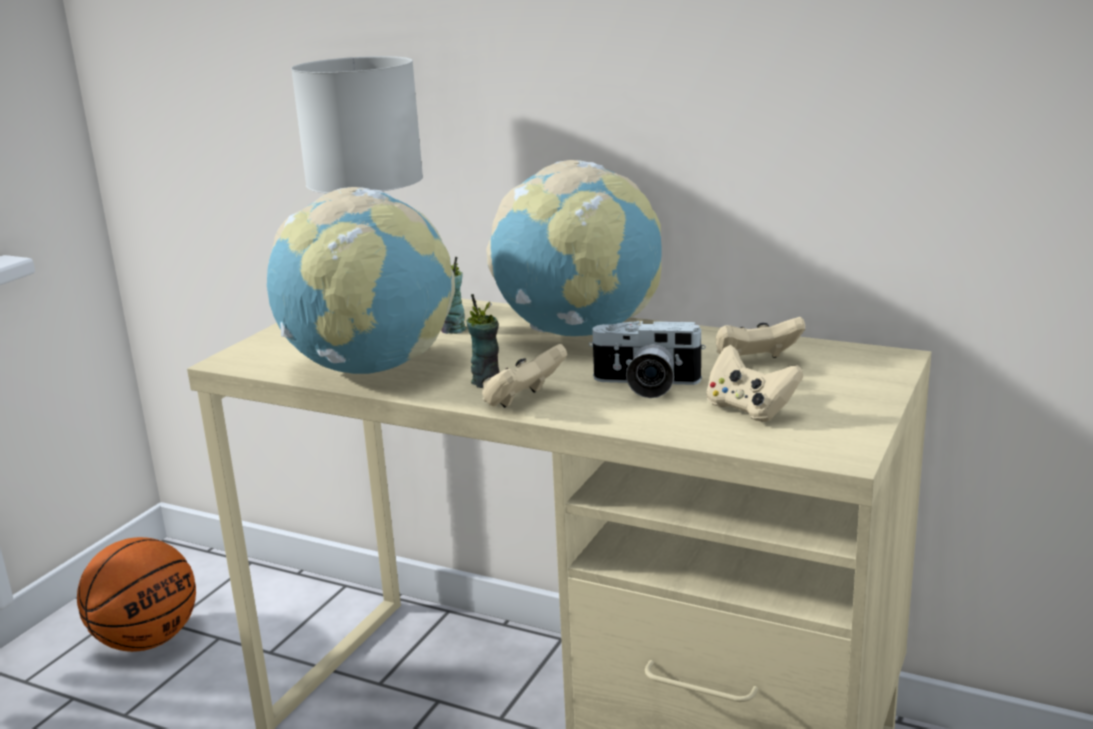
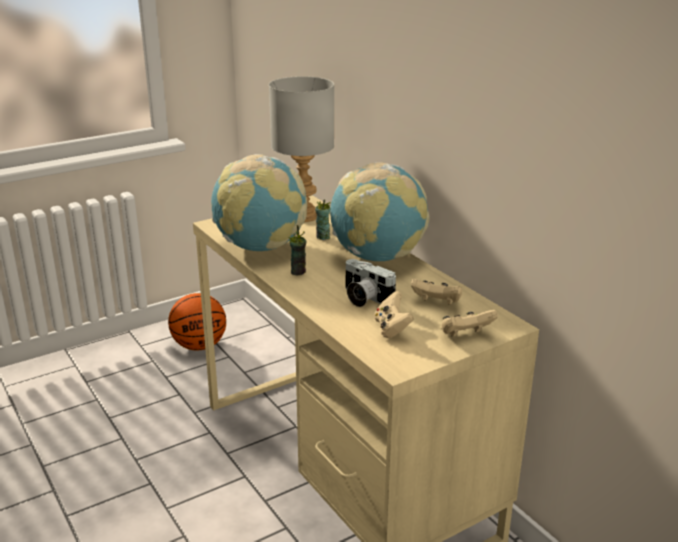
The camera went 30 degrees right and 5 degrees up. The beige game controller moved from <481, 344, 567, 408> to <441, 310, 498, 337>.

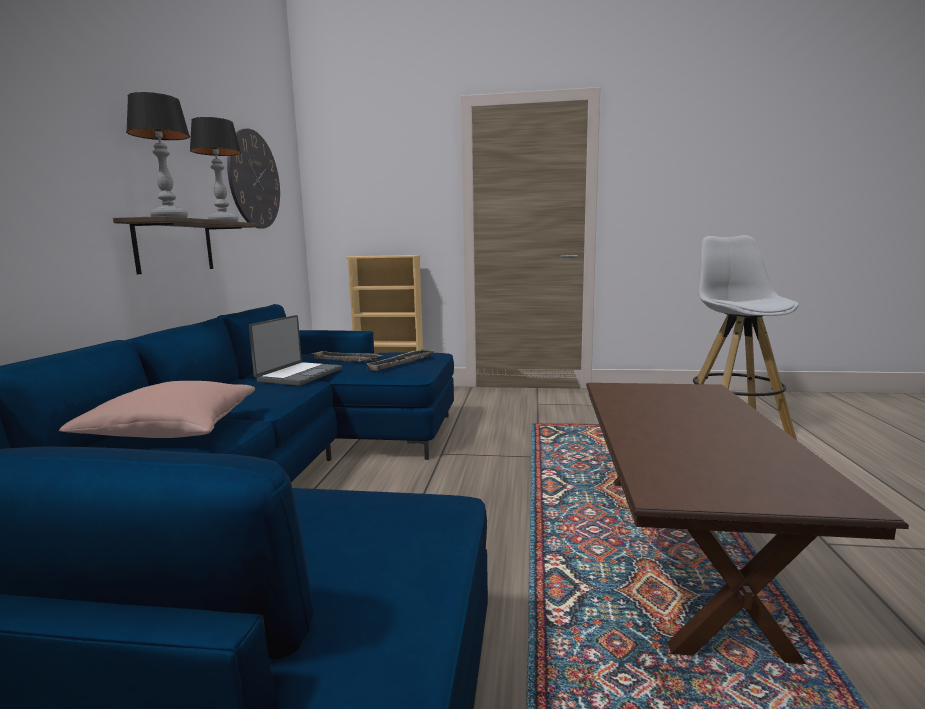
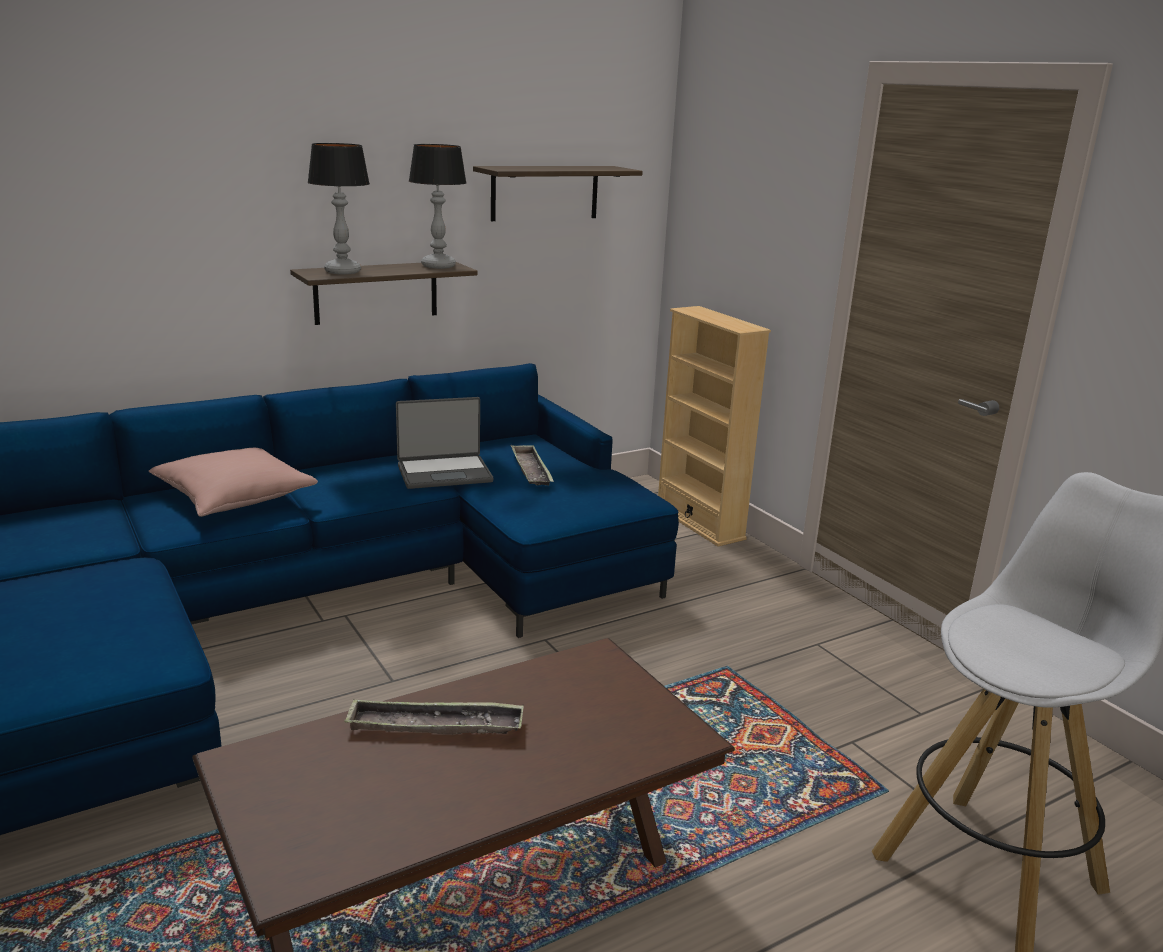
The camera went 50 degrees right and 10 degrees up. The wall clock at <227, 129, 280, 229> was replaced by the shelf at <473, 166, 643, 221>. The tray moved from <367, 350, 433, 371> to <344, 699, 524, 735>.

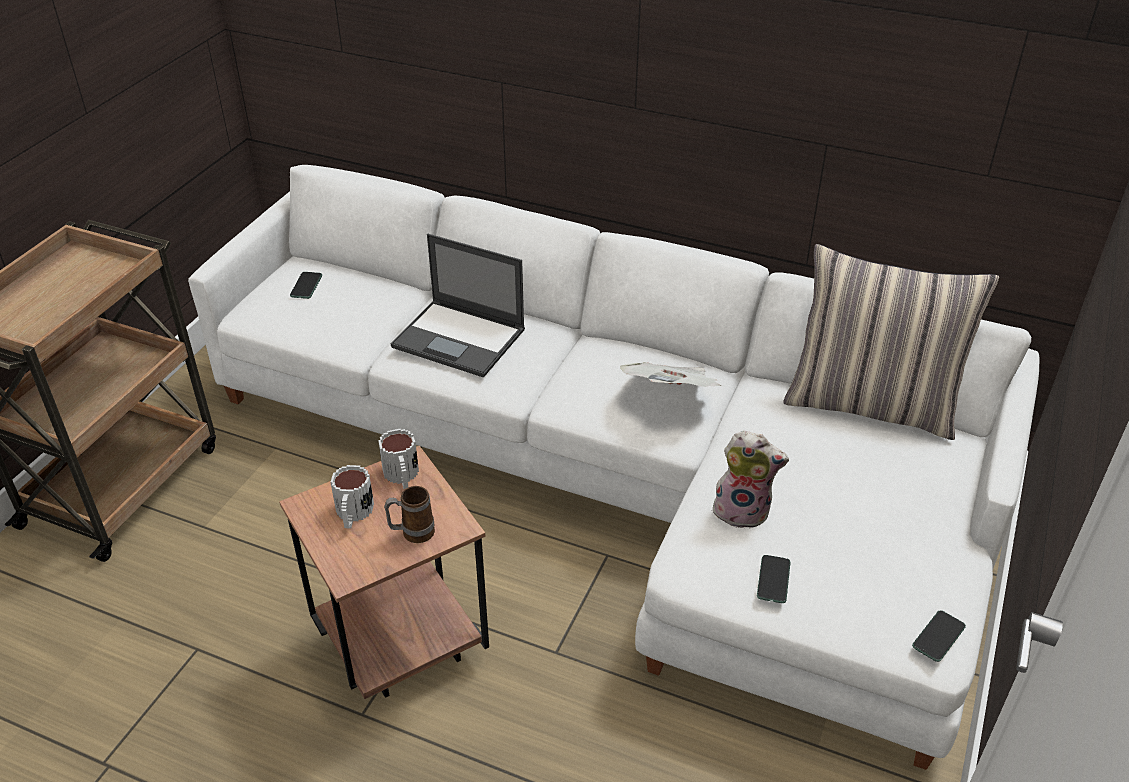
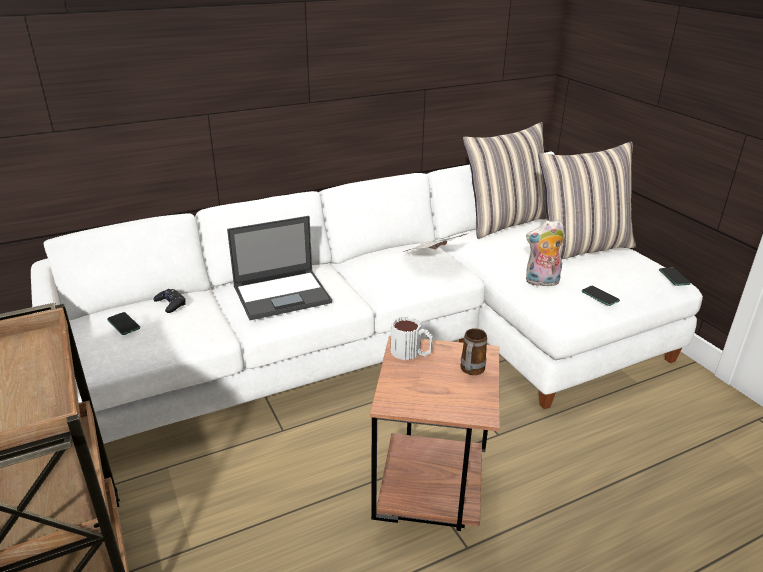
The camera went 50 degrees left and 10 degrees down. The mug at <330, 465, 374, 528> disappeared. The plush toy at <713, 430, 789, 529> turned 150 degrees counterclockwise. The black game controller at <153, 289, 186, 313> appeared. The pillow at <539, 142, 636, 259> appeared.

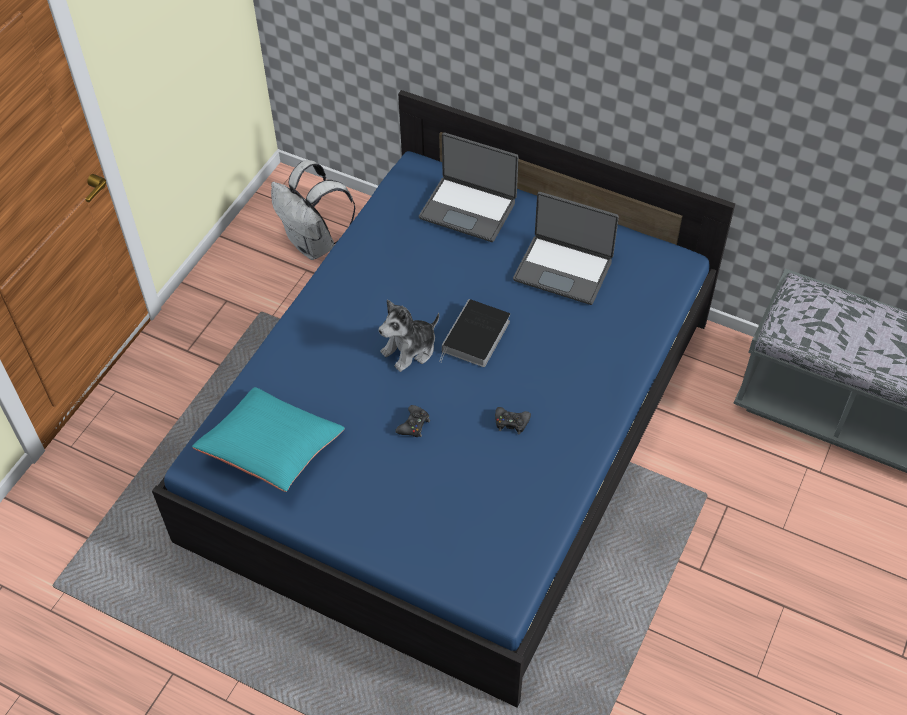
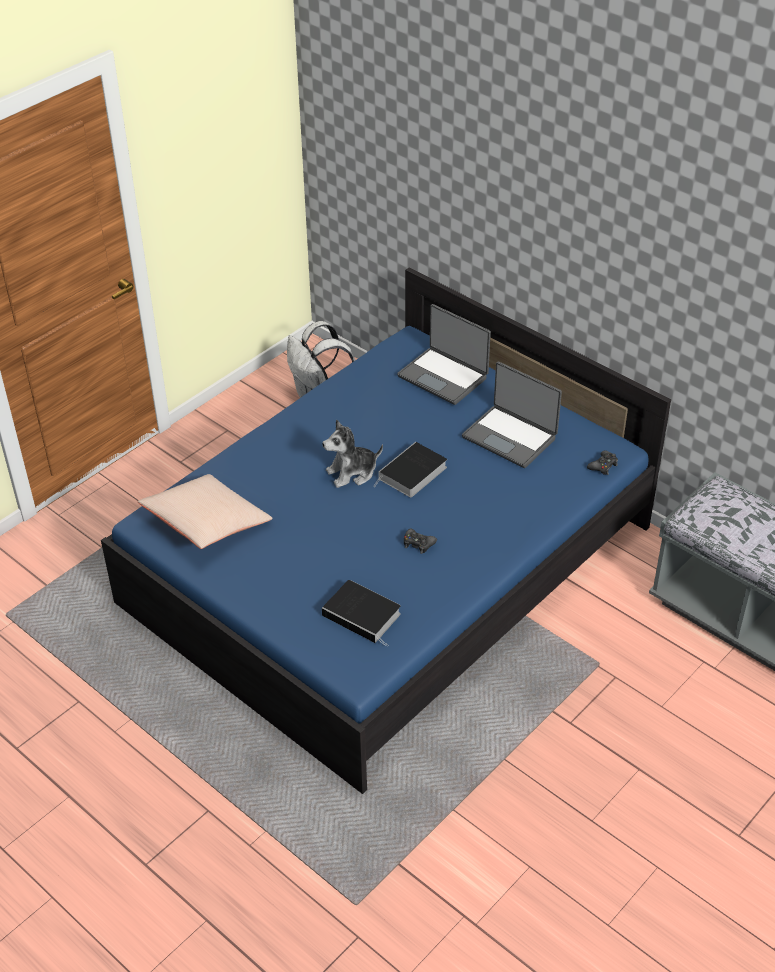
The camera went 15 degrees right and 10 degrees down. The turquoise pillow at <192, 387, 345, 492> became the beige pillow at <138, 474, 272, 549>. The black game controller moved from <395, 405, 430, 437> to <587, 450, 618, 475>. The book at <322, 580, 401, 647> appeared.

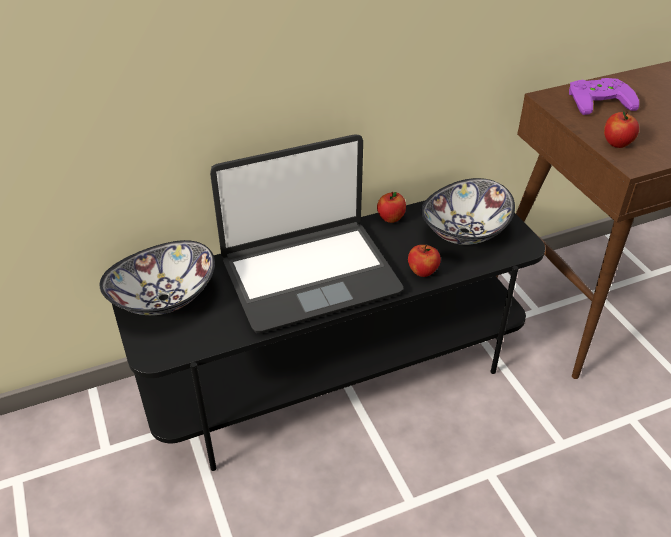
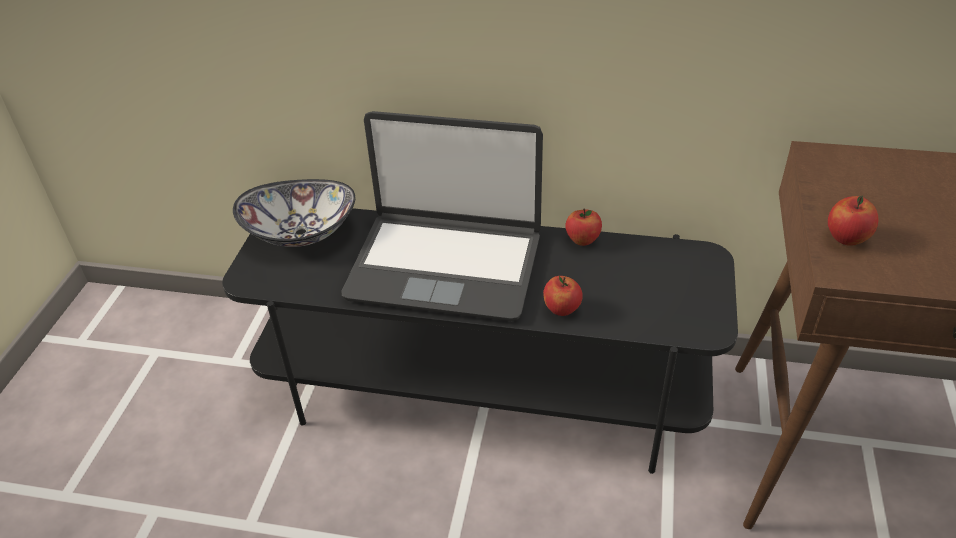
The camera went 35 degrees right and 0 degrees up. The bowl at <421, 178, 515, 245> disappeared. The purple game controller at <569, 78, 639, 115> disappeared.

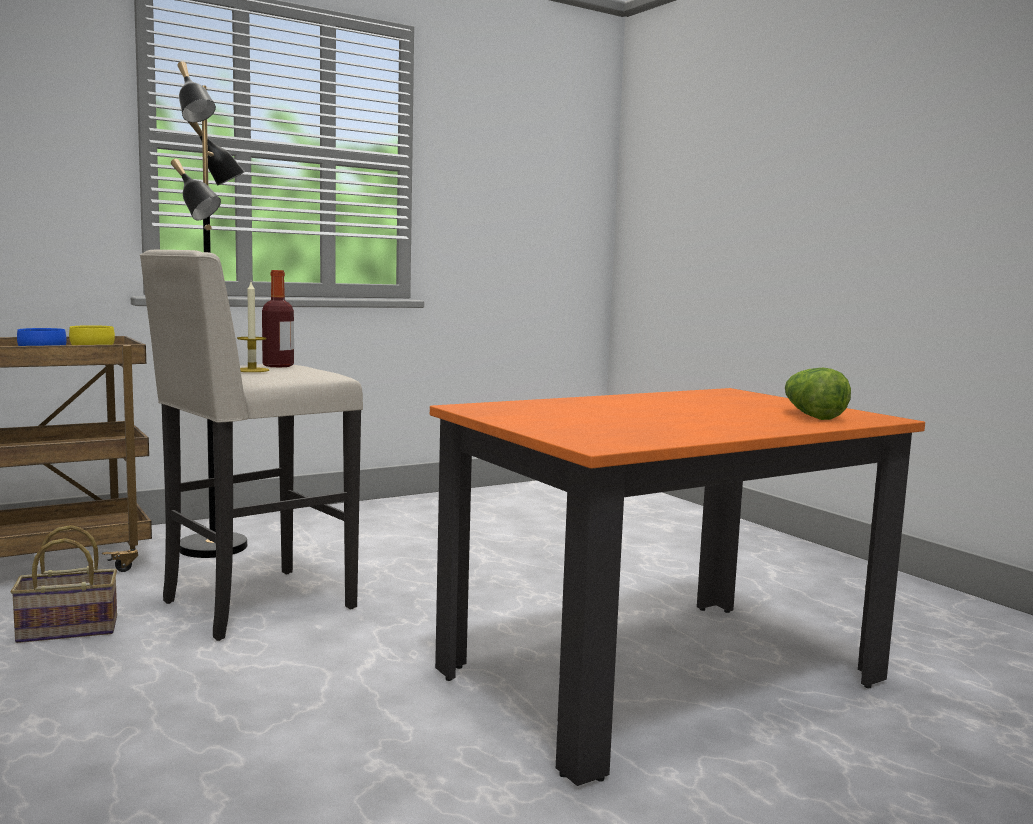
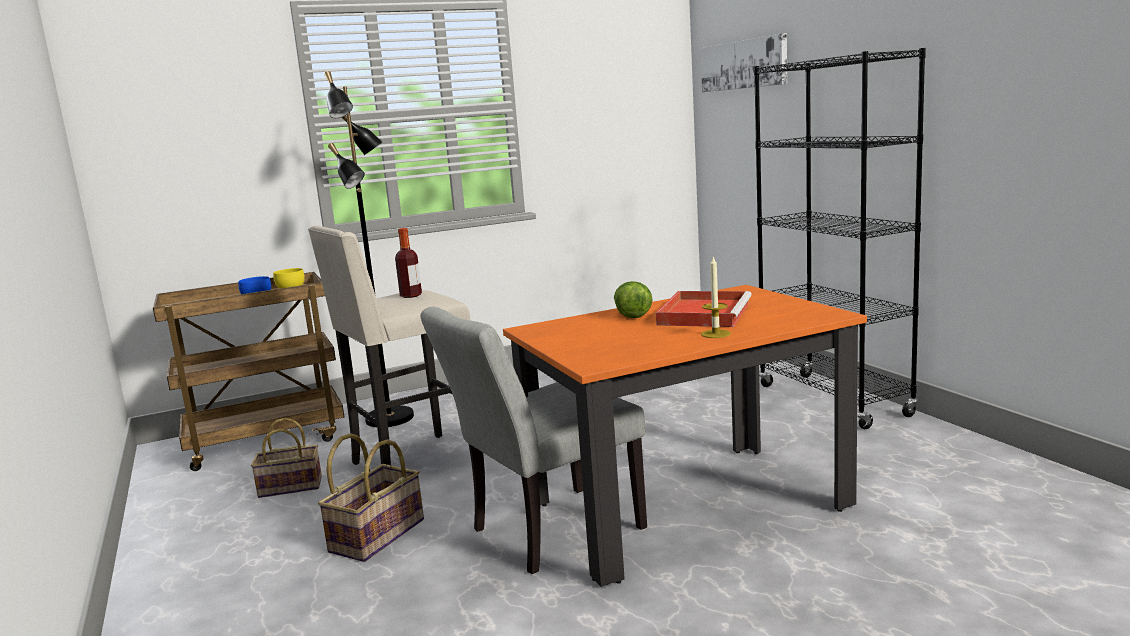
The camera went 10 degrees right and 5 degrees up. The candle moved from <237, 282, 269, 372> to <701, 257, 731, 338>. The lettuce moved from <785, 368, 851, 420> to <614, 281, 653, 318>. The basket at <318, 433, 424, 562> appeared. The grey chair at <420, 306, 647, 574> appeared. The red tray at <656, 291, 752, 327> appeared. The picture at <700, 33, 787, 92> appeared. The black bookcase at <754, 48, 926, 429> appeared.

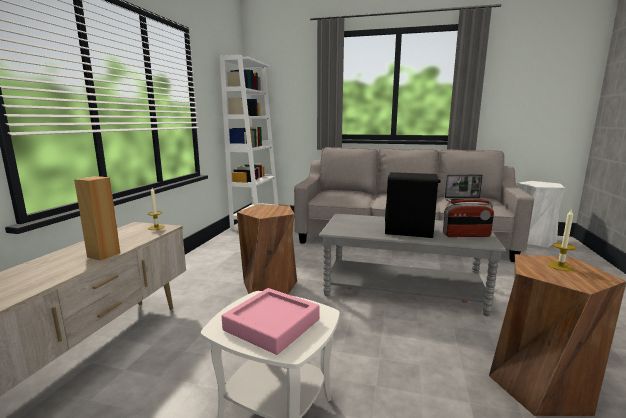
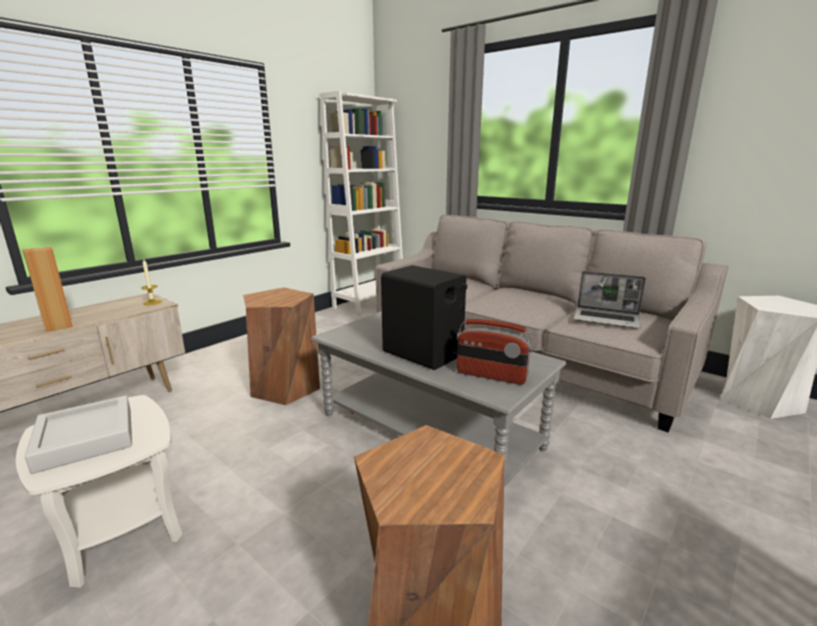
The camera went 25 degrees right and 5 degrees up. The pink tray at <222, 288, 320, 355> became the grey tray at <25, 396, 132, 474>. The candle at <548, 208, 576, 271> disappeared.

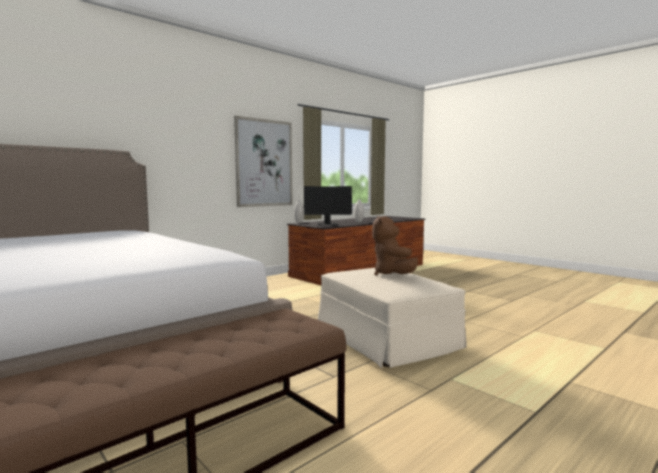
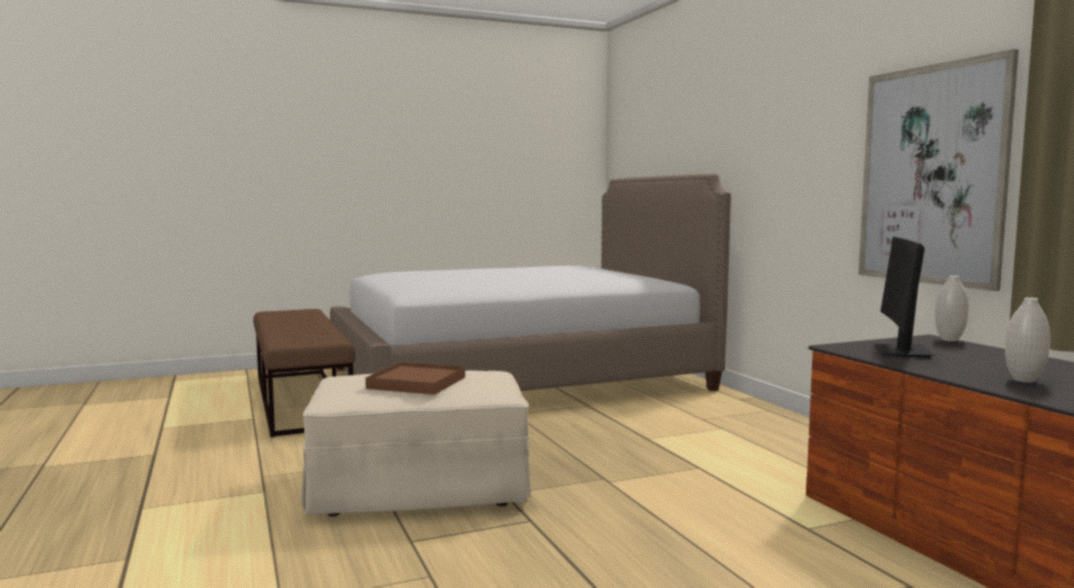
The camera went 110 degrees right and 0 degrees up. The brown plush toy at <372, 216, 418, 276> was replaced by the brown tray at <365, 362, 465, 395>.

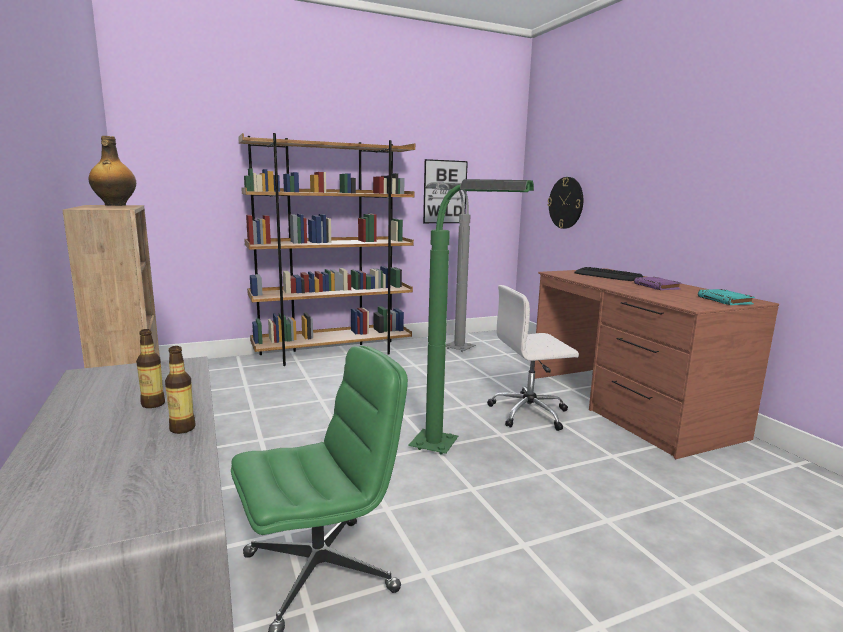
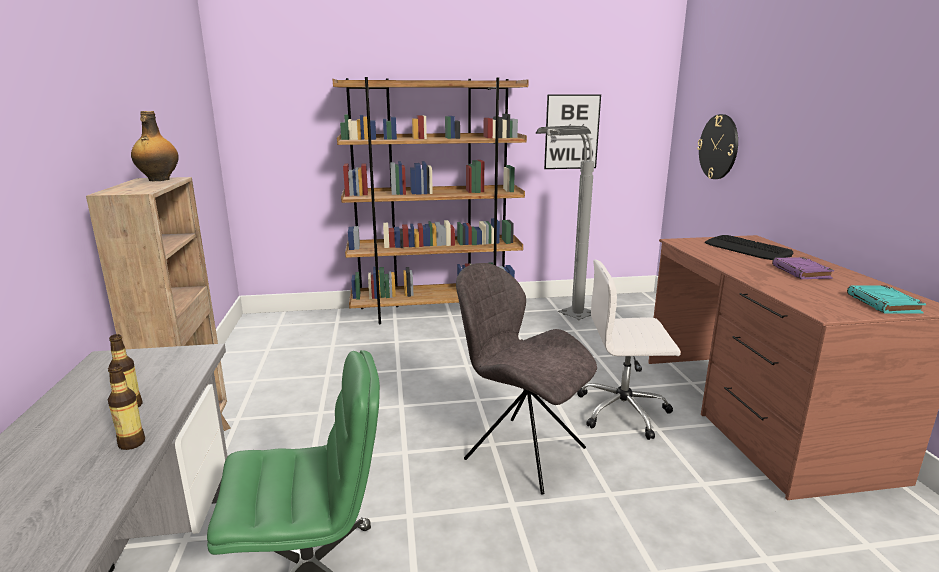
The camera went 15 degrees right and 5 degrees up. The green floor lamp at <408, 179, 534, 455> was replaced by the grey chair at <456, 263, 597, 495>.

